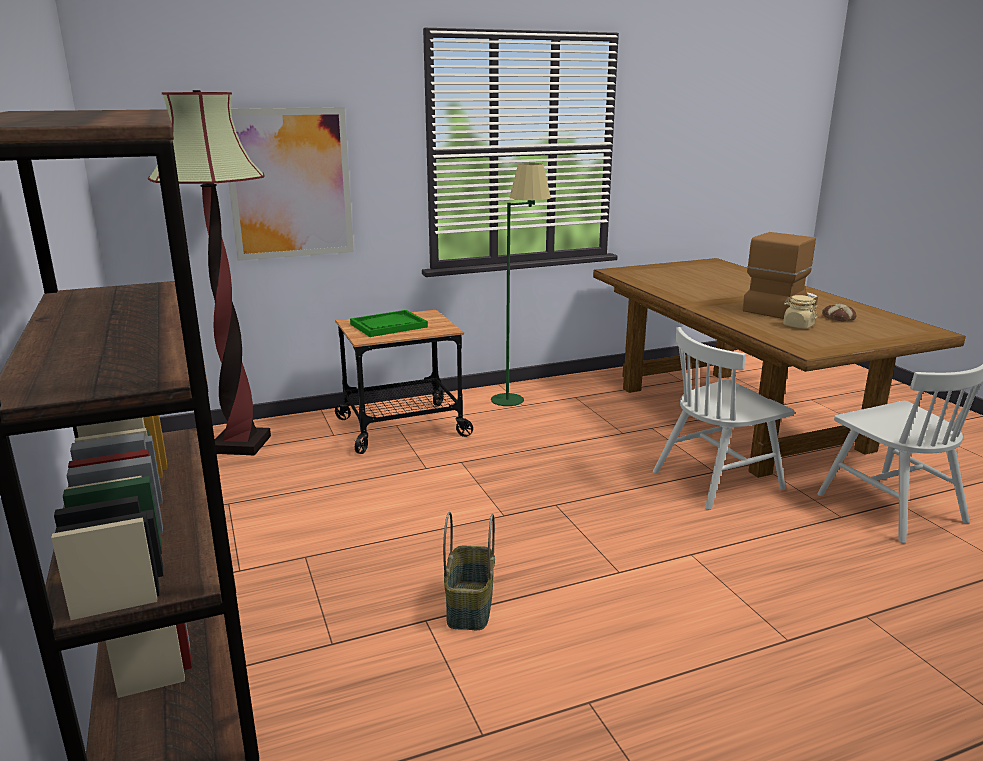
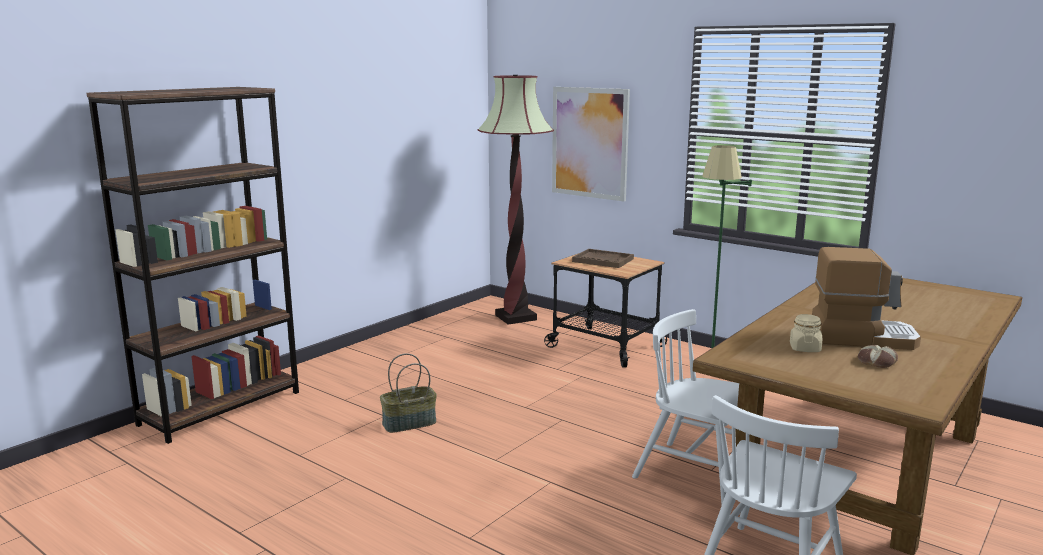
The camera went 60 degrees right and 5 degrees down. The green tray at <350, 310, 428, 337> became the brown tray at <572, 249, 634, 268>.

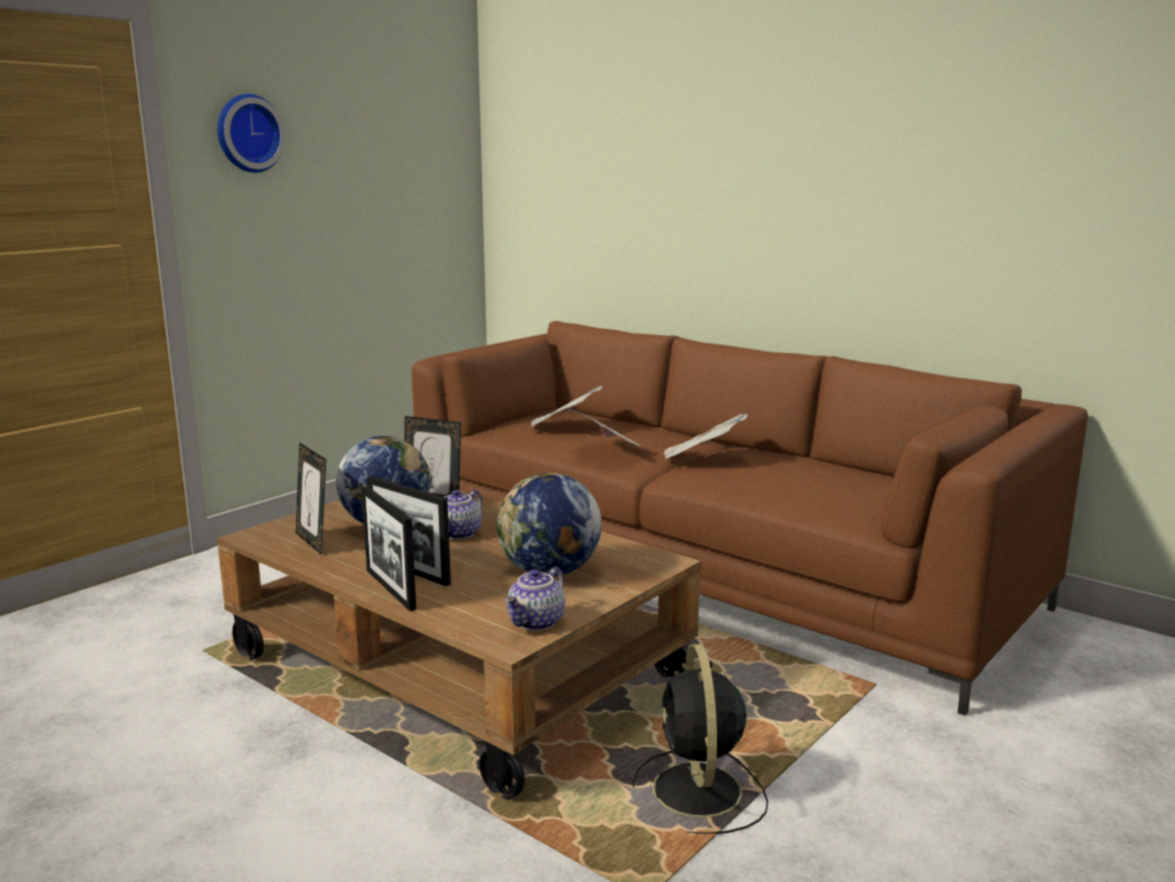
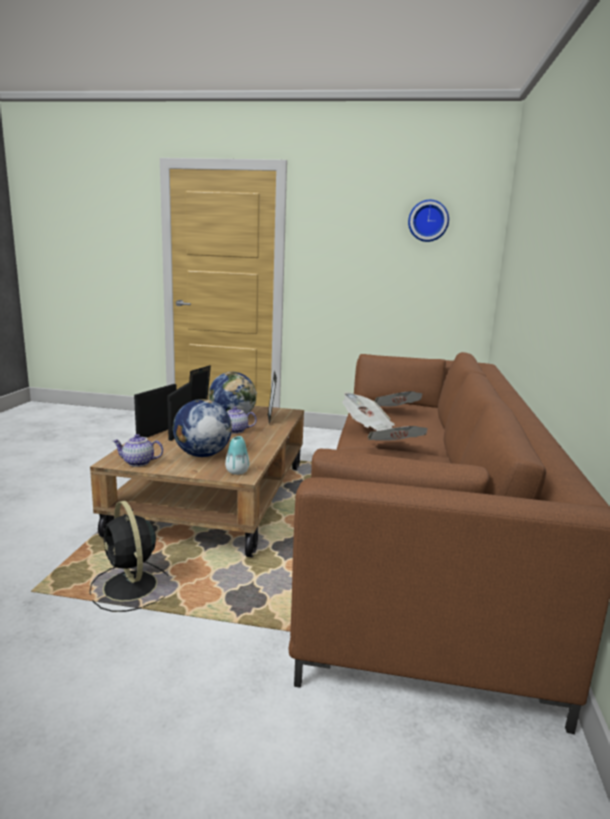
The camera went 60 degrees right and 0 degrees up. The wall clock moved from <217, 94, 286, 173> to <408, 200, 449, 242>. The black fan at <632, 644, 768, 834> turned 90 degrees counterclockwise. The vase at <225, 436, 249, 475> appeared.

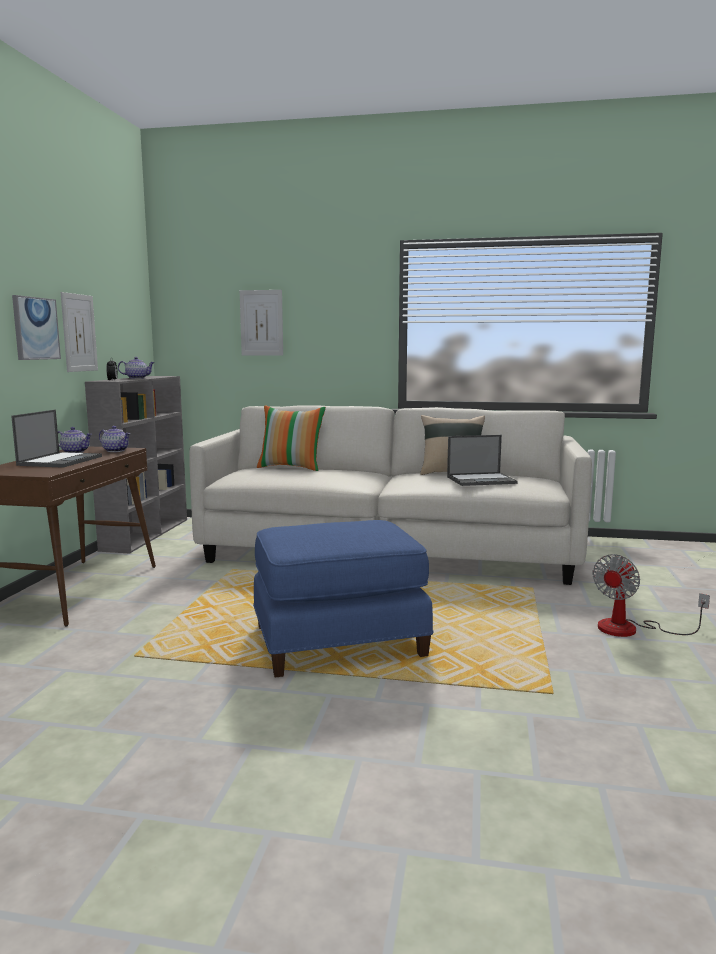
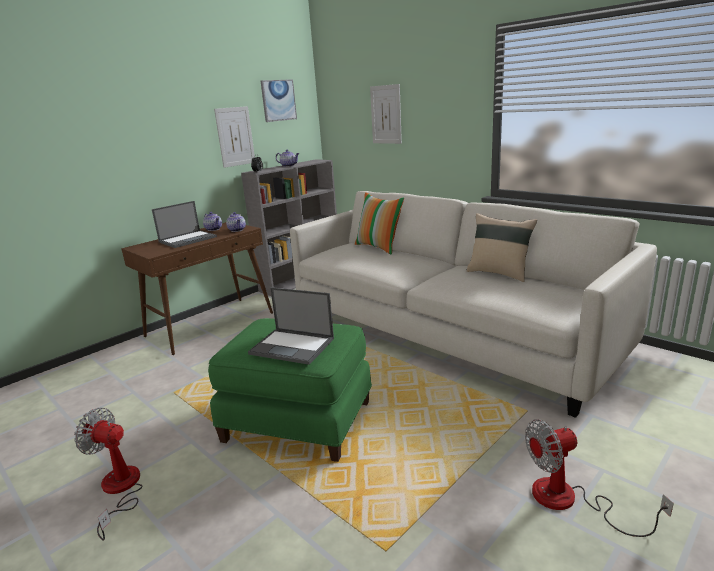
The camera went 35 degrees right and 10 degrees up. The picture moved from <12, 295, 61, 360> to <261, 79, 297, 122>. The blue ottoman at <253, 520, 433, 678> became the green ottoman at <208, 318, 372, 462>. The laptop moved from <447, 435, 517, 486> to <248, 287, 334, 365>. The fan at <74, 408, 143, 541> appeared.

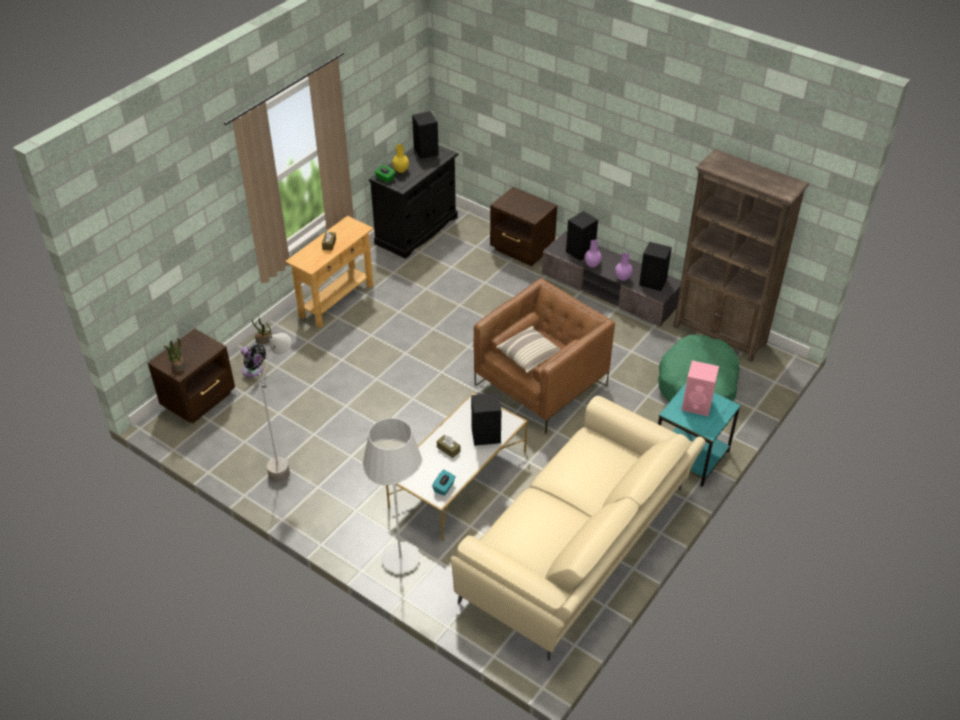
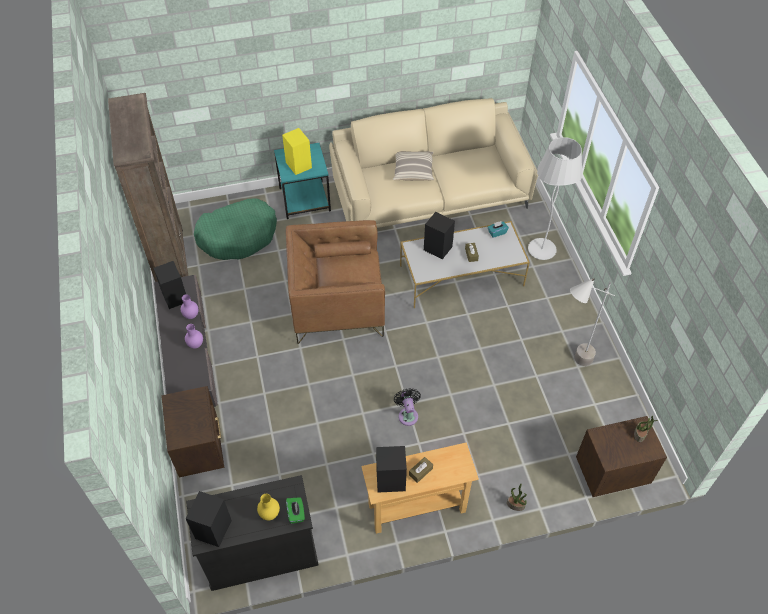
The camera went 140 degrees left and 10 degrees up. The black fan moved from <241, 345, 266, 377> to <394, 388, 421, 426>. The pillow moved from <496, 326, 561, 373> to <393, 151, 434, 181>. The black speaker moved from <566, 211, 598, 261> to <376, 446, 407, 493>. The pink speaker at <682, 360, 719, 416> became the yellow speaker at <282, 128, 312, 175>.

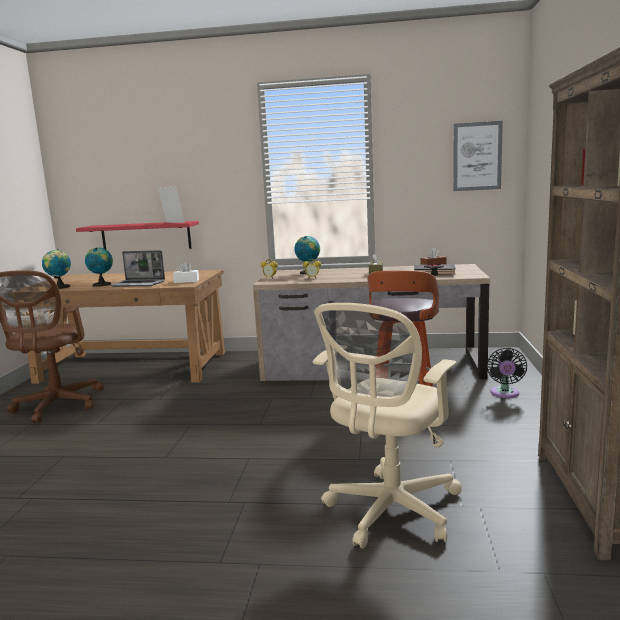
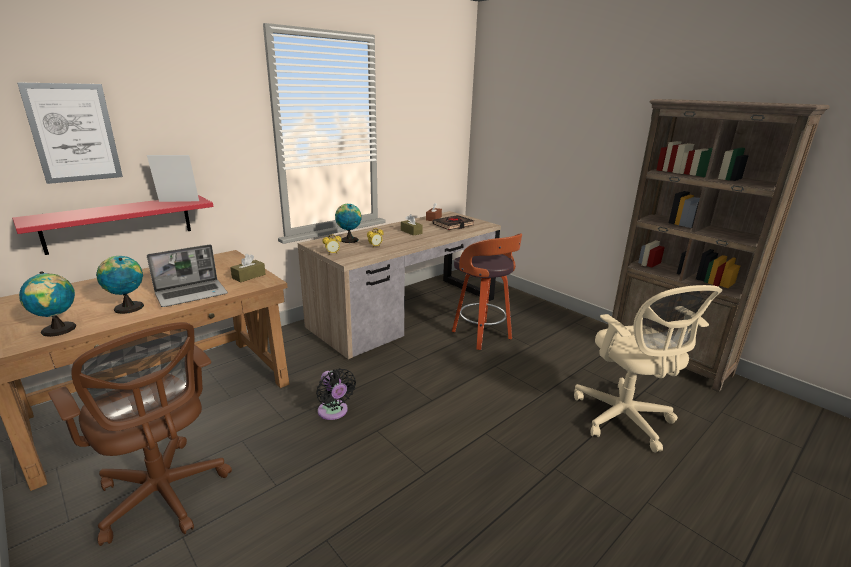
The camera went 50 degrees left and 10 degrees up. The white tissue box at <173, 262, 199, 283> became the brown tissue box at <230, 254, 266, 283>. The picture moved from <453, 121, 503, 191> to <17, 82, 123, 184>. The black fan moved from <487, 348, 527, 398> to <316, 368, 356, 420>.

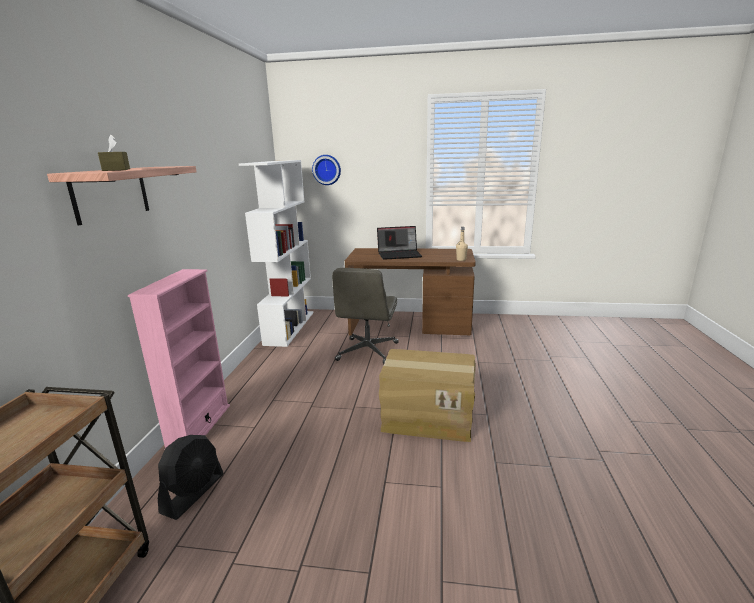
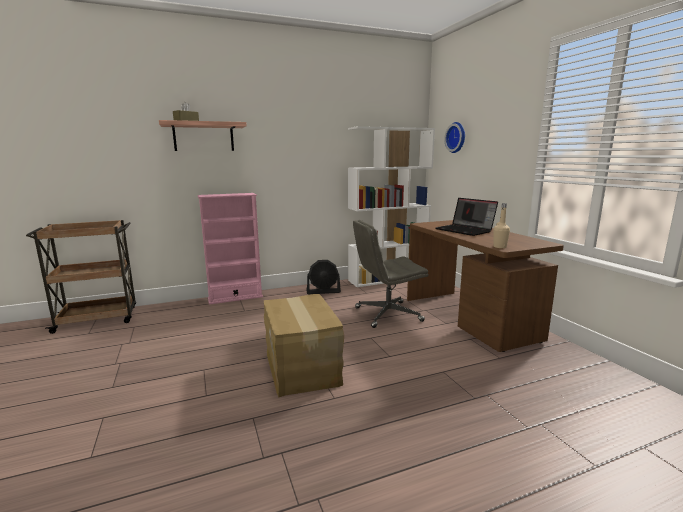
The camera went 60 degrees right and 5 degrees down. The black fan moved from <158, 435, 223, 520> to <307, 260, 341, 294>.

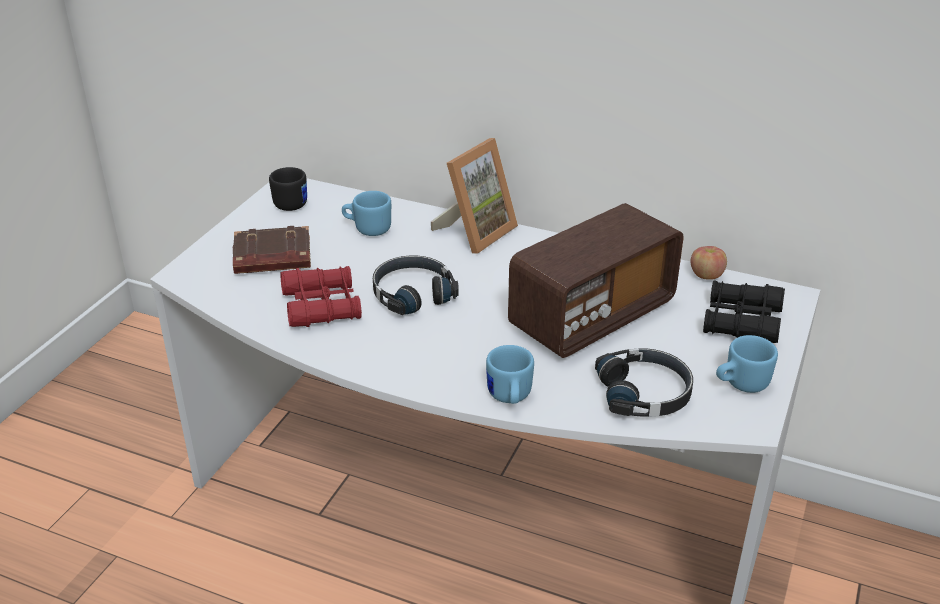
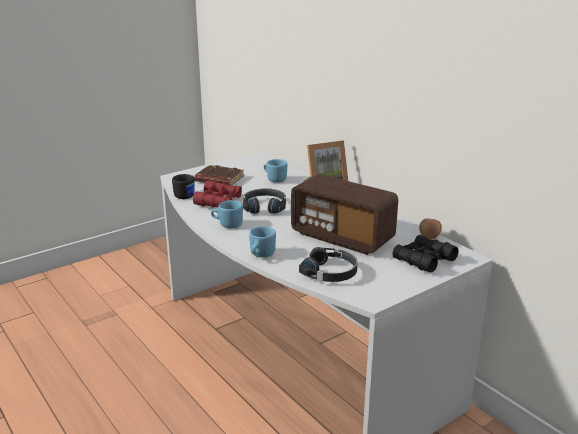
The camera went 30 degrees right and 10 degrees down. The black mug moved from <269, 167, 307, 211> to <172, 174, 195, 199>. The radio at <508, 203, 684, 358> turned 45 degrees clockwise. The blue mug moved from <716, 335, 778, 393> to <211, 200, 243, 228>.

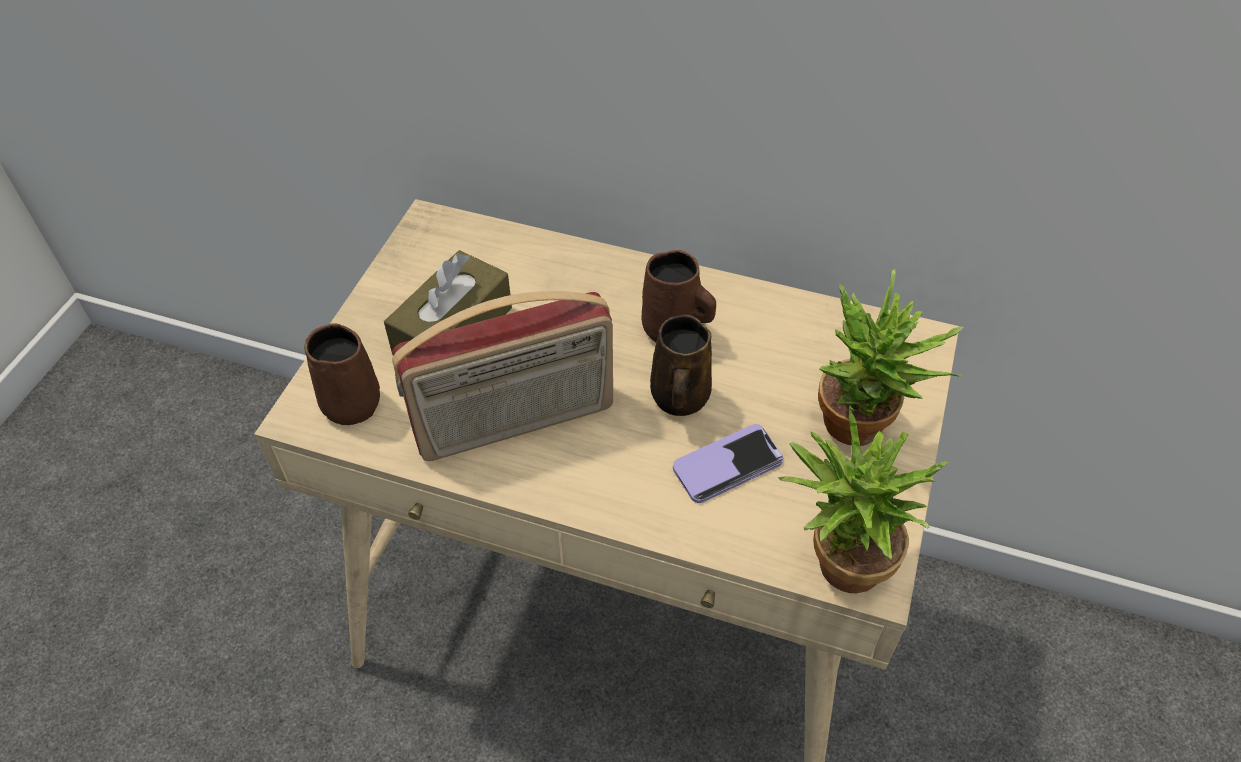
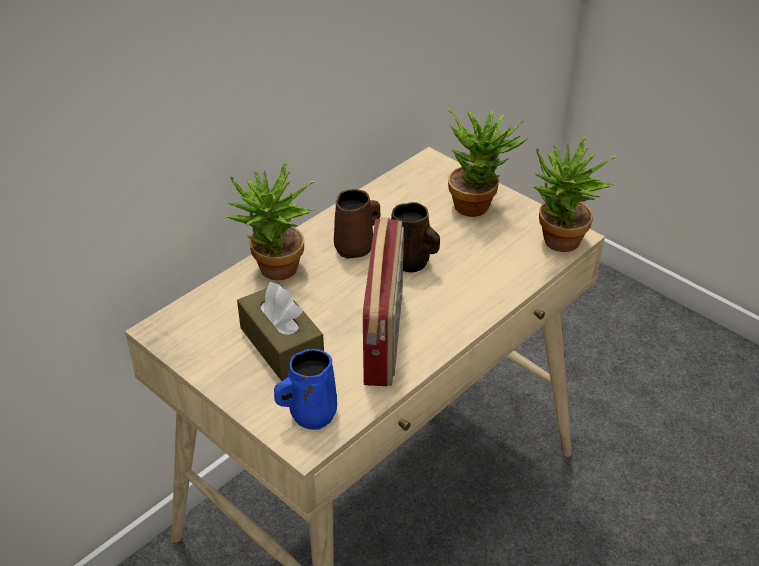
The camera went 65 degrees left and 10 degrees down. The brown mug at <304, 323, 380, 425> became the blue mug at <274, 349, 337, 430>. The phone at <673, 424, 783, 503> disappeared. The potted plant at <226, 160, 315, 281> appeared.

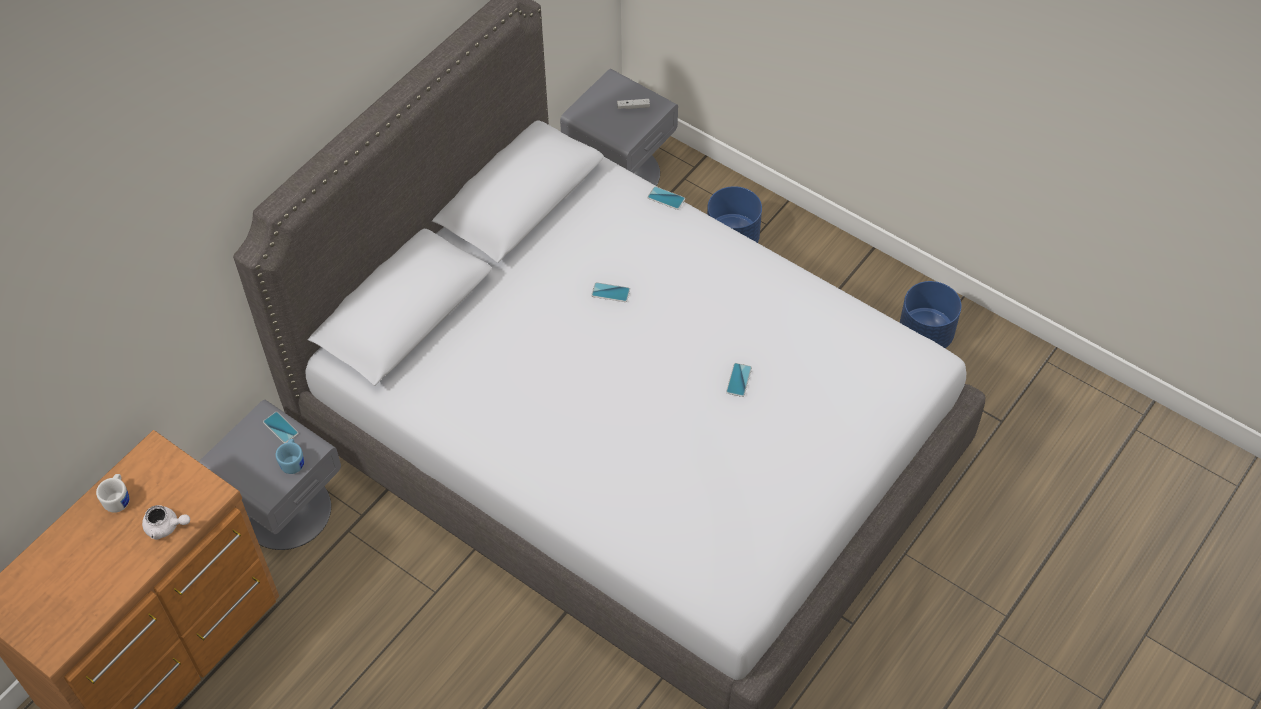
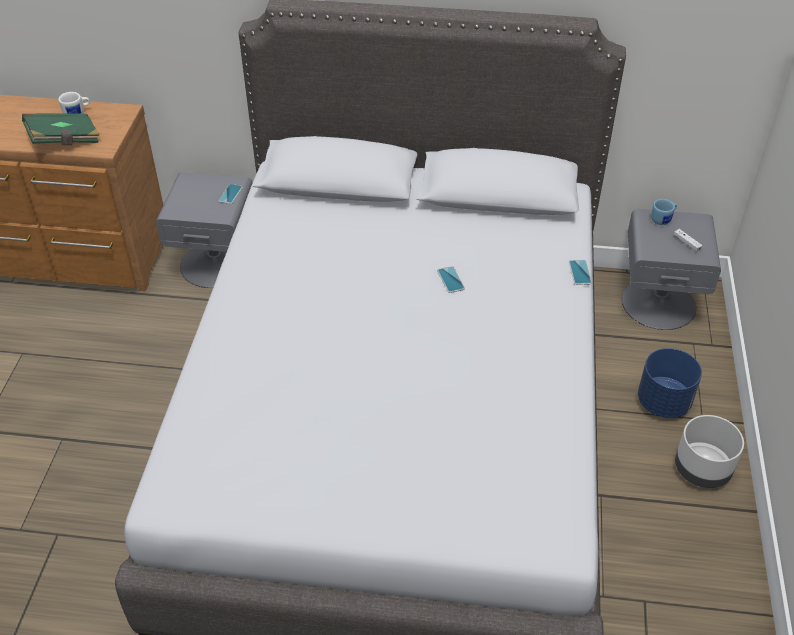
The camera went 60 degrees right and 10 degrees down. The white teapot at <142, 505, 190, 540> was replaced by the green book at <22, 113, 100, 145>. The blue mug moved from <276, 439, 304, 474> to <651, 199, 677, 225>. The phone at <726, 363, 752, 397> disappeared. The blue planter at <900, 281, 961, 348> disappeared. The grey planter at <675, 415, 744, 488> appeared.

